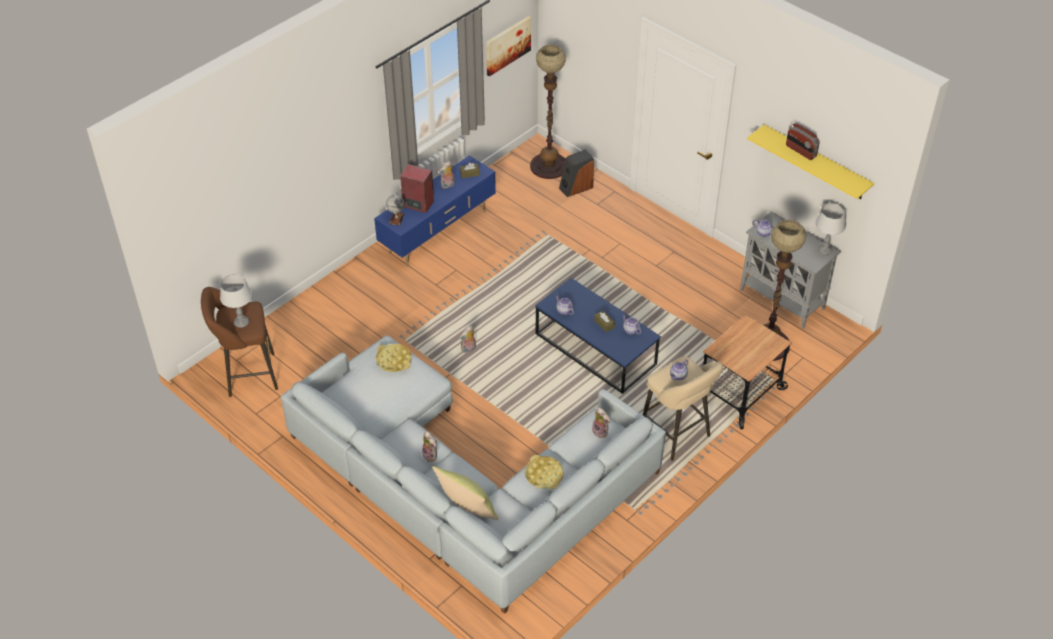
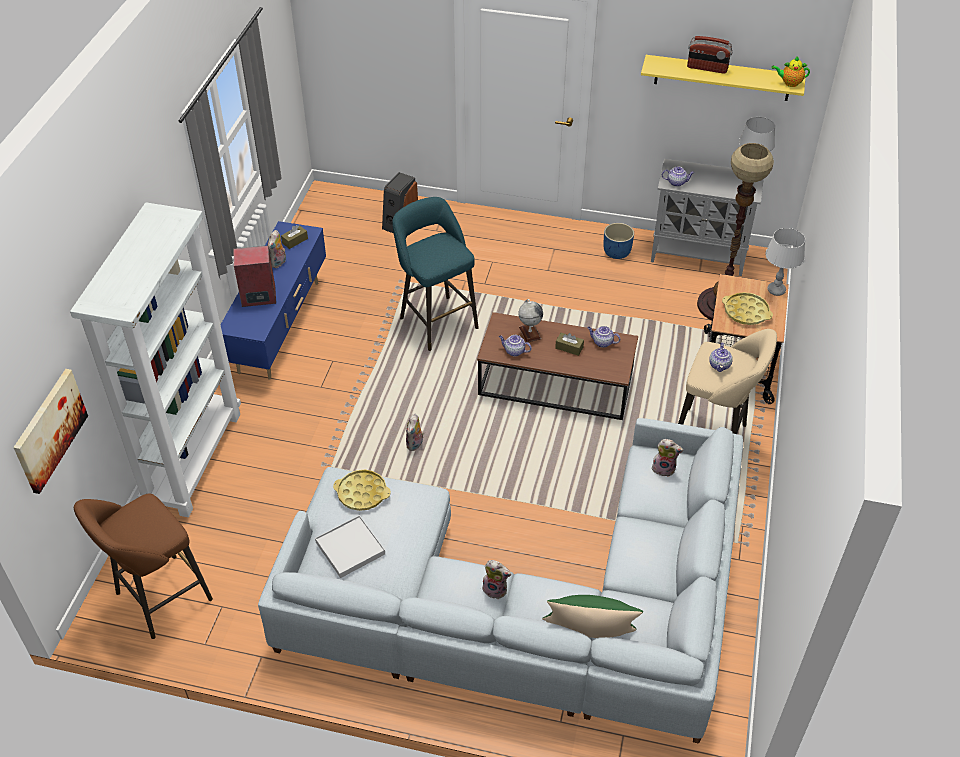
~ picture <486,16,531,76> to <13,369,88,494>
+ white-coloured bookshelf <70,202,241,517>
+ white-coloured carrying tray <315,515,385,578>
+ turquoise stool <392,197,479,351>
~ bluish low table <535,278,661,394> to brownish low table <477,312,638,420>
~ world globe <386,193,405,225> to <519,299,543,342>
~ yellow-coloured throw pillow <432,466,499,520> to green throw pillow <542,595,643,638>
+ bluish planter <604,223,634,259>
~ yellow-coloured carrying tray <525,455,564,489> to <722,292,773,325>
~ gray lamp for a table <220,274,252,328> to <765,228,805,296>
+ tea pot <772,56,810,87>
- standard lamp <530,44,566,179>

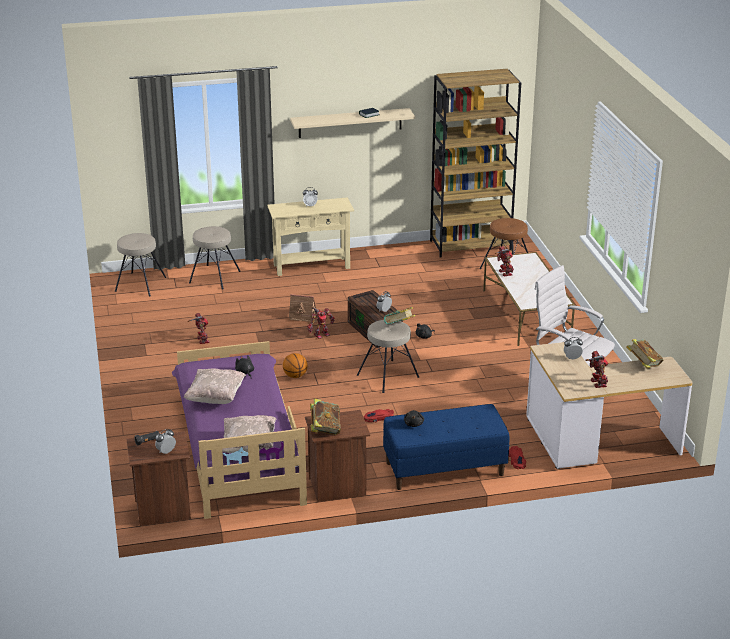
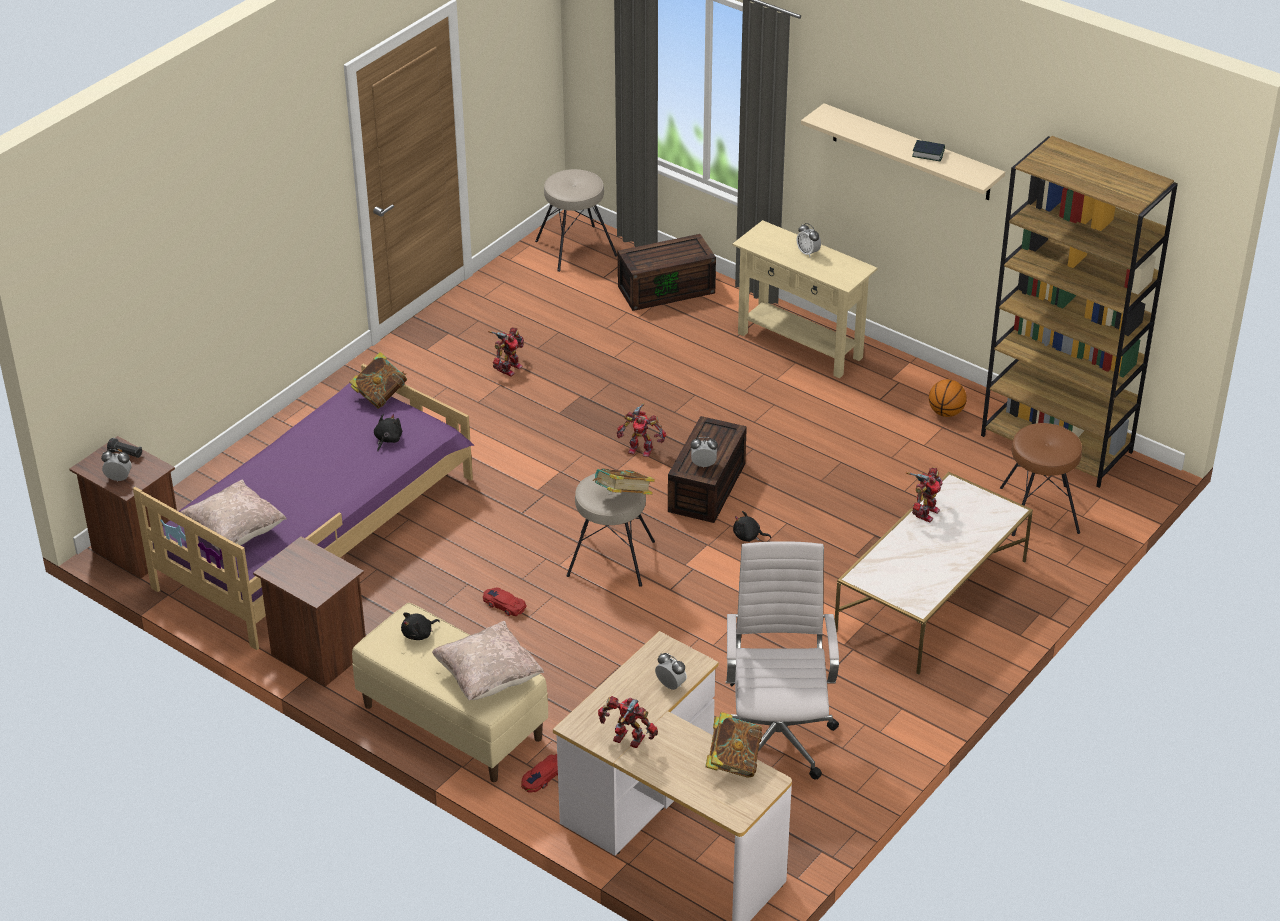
~ volume <310,398,341,435> to <349,352,407,409>
~ bluish indoor bench <383,404,510,490> to beige indoor bench <352,603,548,782>
~ beige throw pillow <184,368,246,404> to <432,621,544,700>
~ robot figure <585,351,608,388> = <598,696,658,748> 105 degrees counterclockwise
~ beige stool <189,226,241,289> to brownish storage container <618,234,716,311>
~ basketball <283,353,308,378> to <929,379,967,417>
- toy house <289,294,318,322>

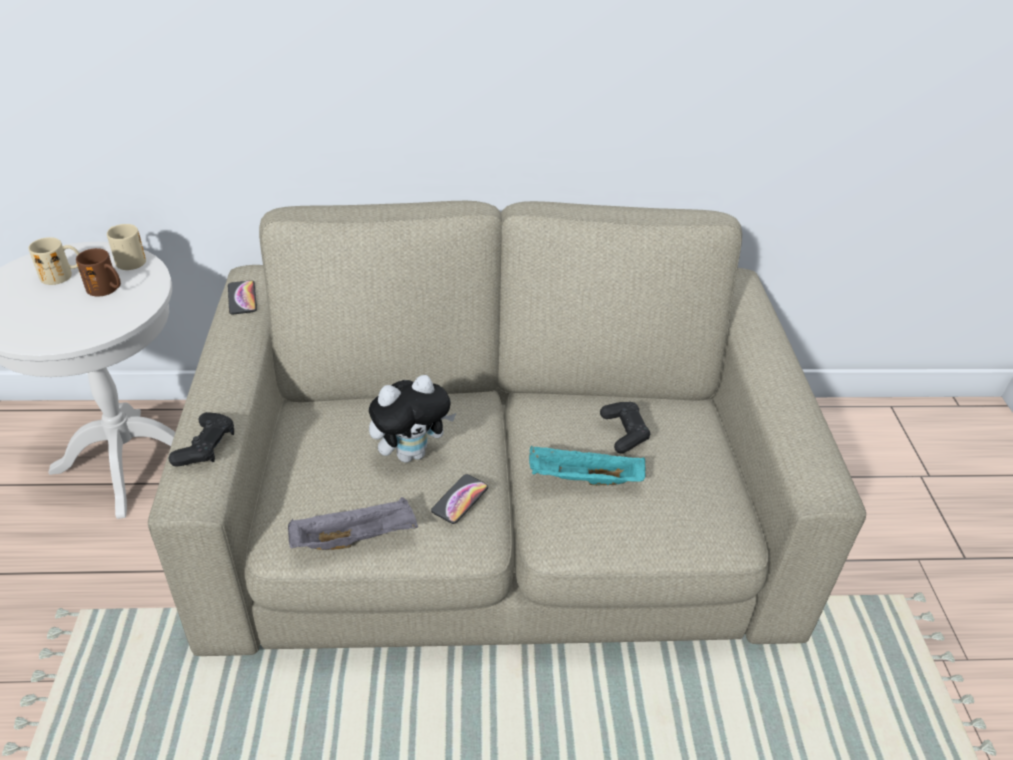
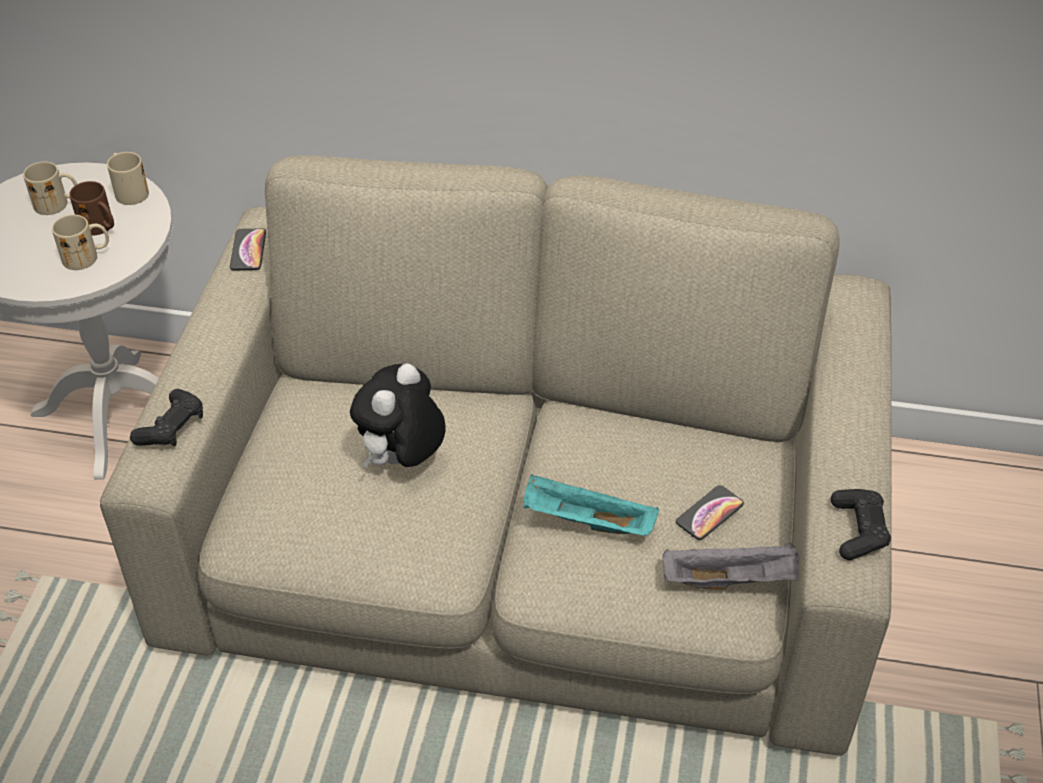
+ beige coffee mug <52,215,109,270>
~ plush toy <369,375,456,463> = <350,363,446,468> 135 degrees clockwise
~ gray carrying tray <288,497,418,550> to <663,542,799,590>
~ telephone <431,474,488,524> to <676,485,744,540>
~ black game controller <600,402,650,454> to <831,489,891,560>

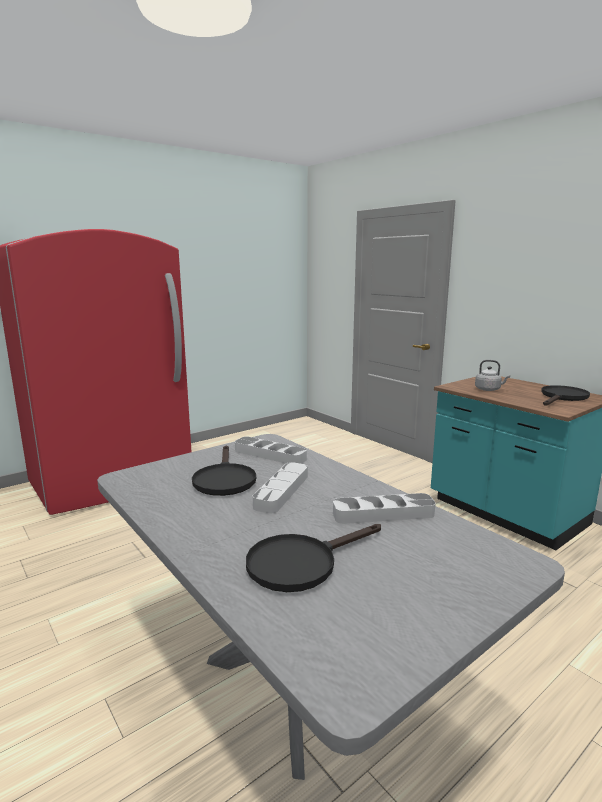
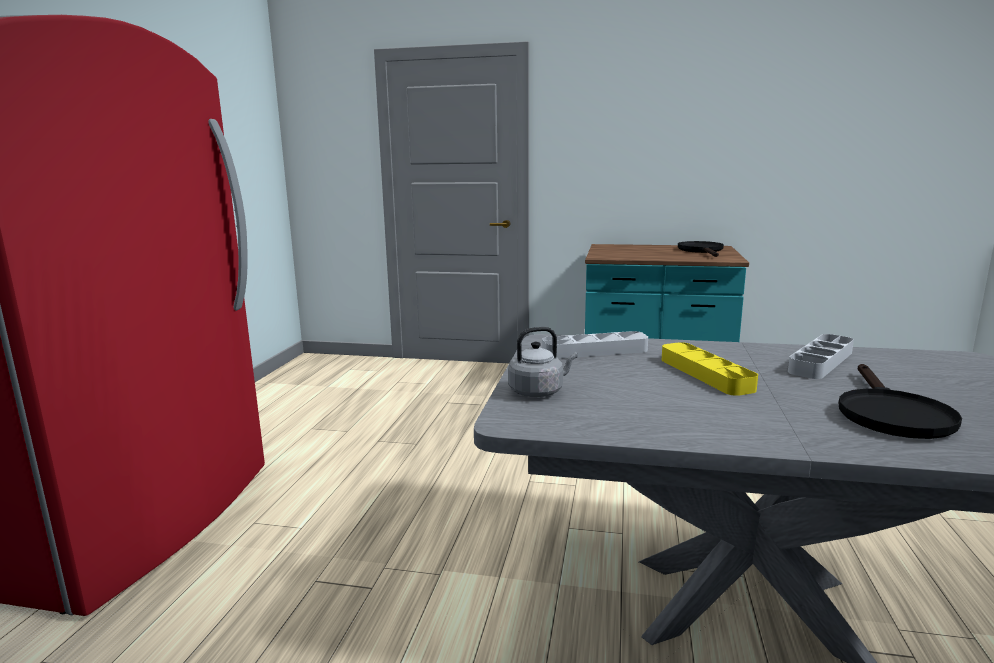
~ gray tea kettle <475,360,510,391> to <508,327,578,397>
~ gray carrying tray <253,462,308,513> to yellow-coloured carrying tray <662,342,758,396>
- black frying pan <192,446,256,496>

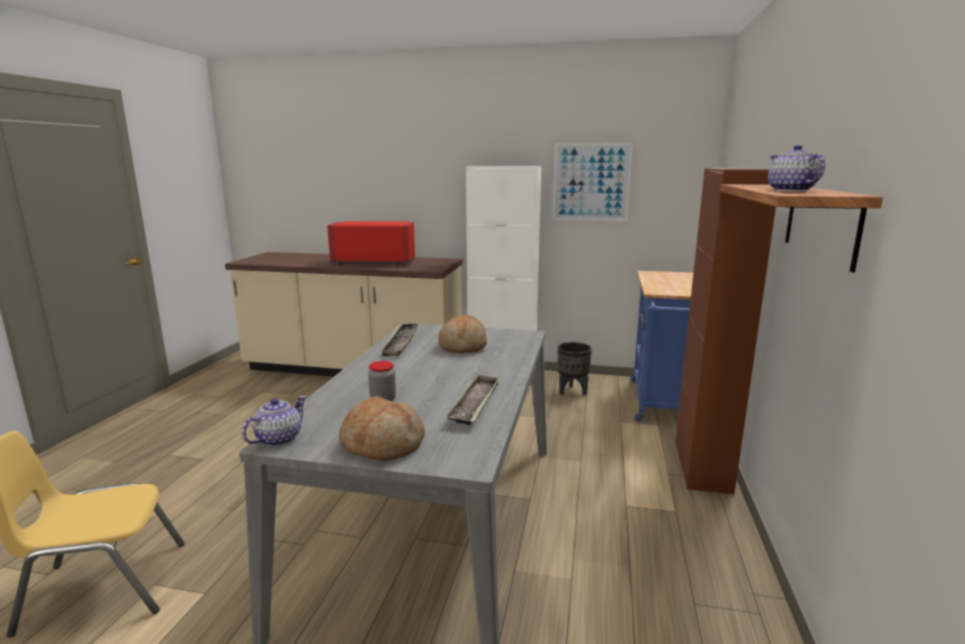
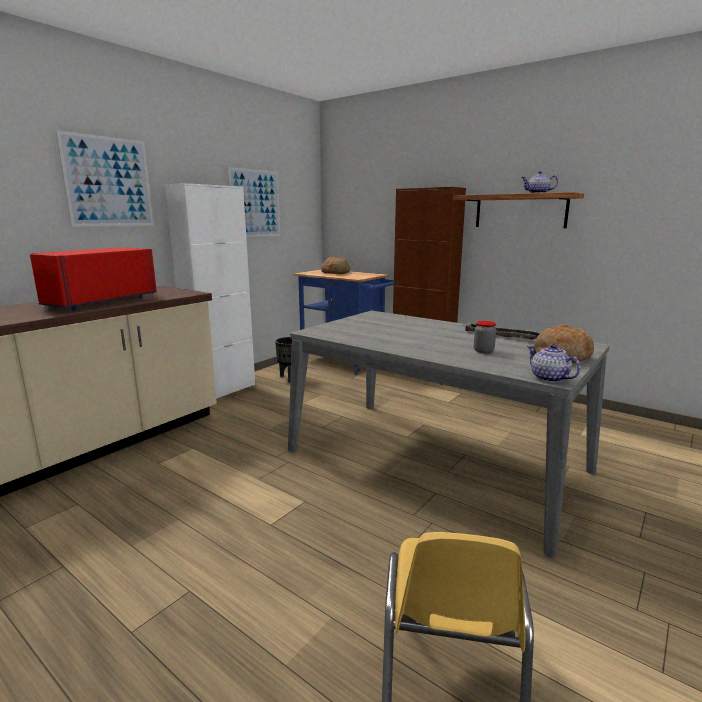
+ picture <55,130,154,227>
~ bakery bread <438,315,487,353> to <321,257,350,274>
- carrying tray <380,323,419,357>

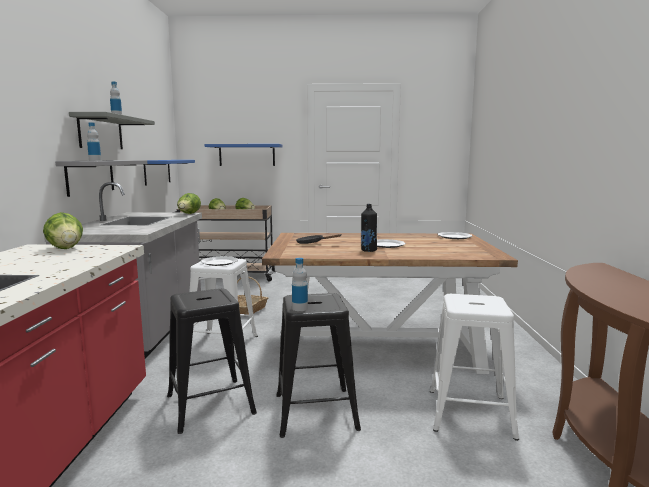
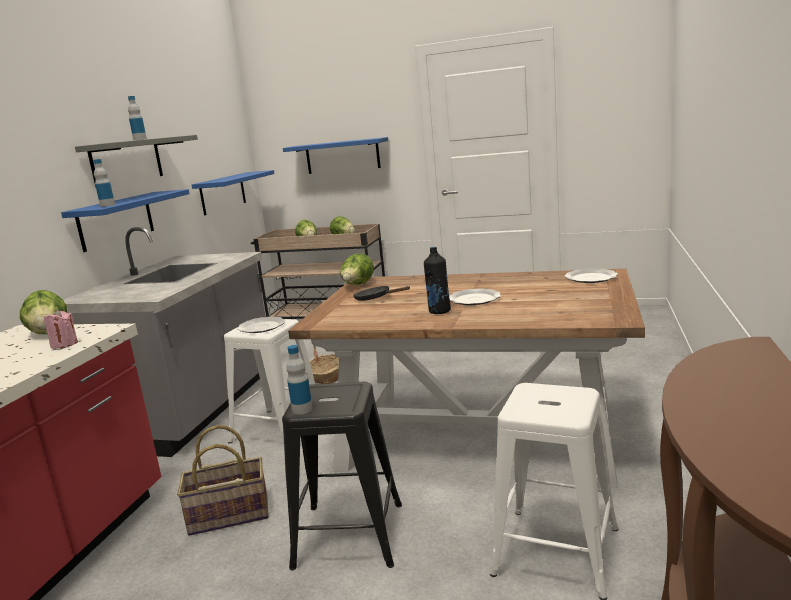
+ pink wax light <44,309,78,349>
~ gray bracket shelf <55,160,147,197> to bluish bracket shelf <61,189,190,252>
~ black stool <167,288,257,434> to storage basket <177,425,269,536>
~ head of lettuce <177,193,201,214> to <340,253,374,285>

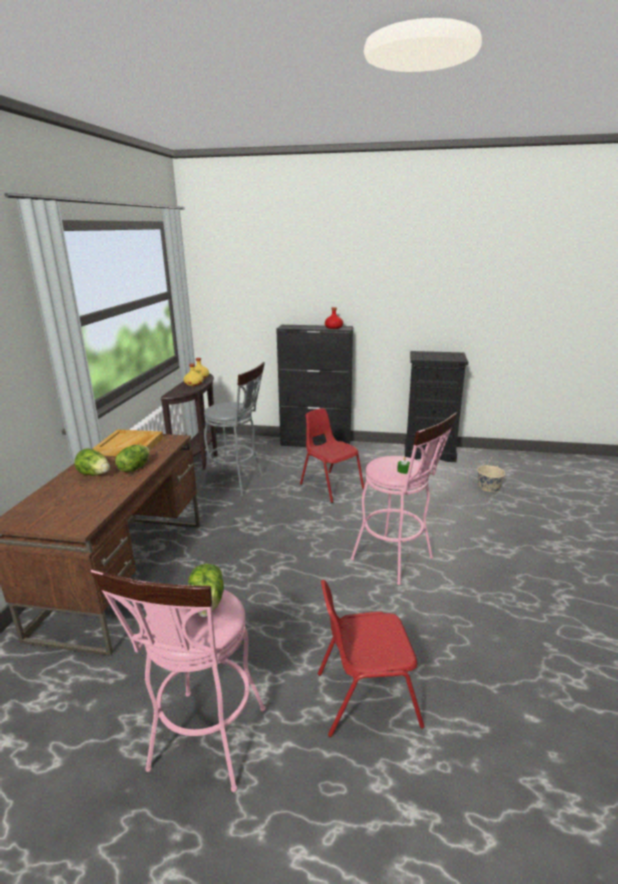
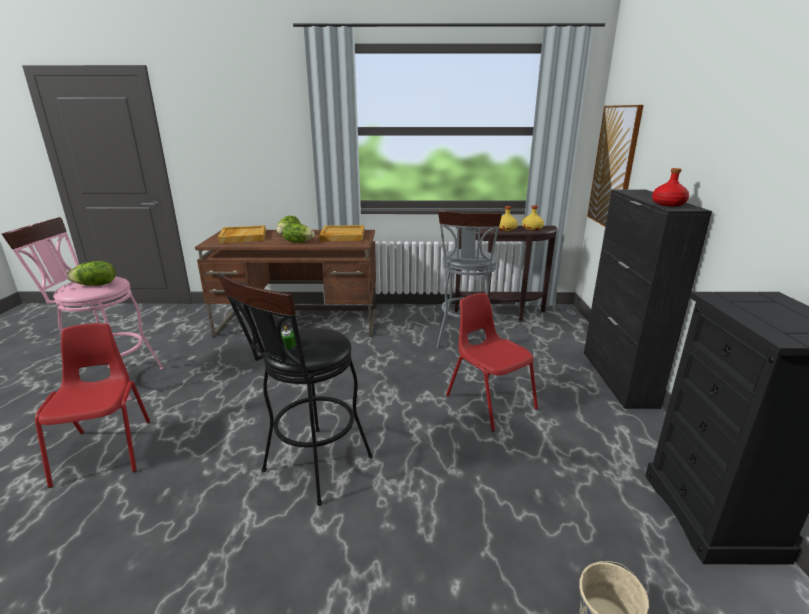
~ pink stool <351,412,457,585> to black stool <217,273,373,506>
+ beige carrying tray <218,225,266,243>
~ reddish upright chair <300,408,364,503> = <446,293,538,432> 75 degrees counterclockwise
+ picture <587,105,644,227>

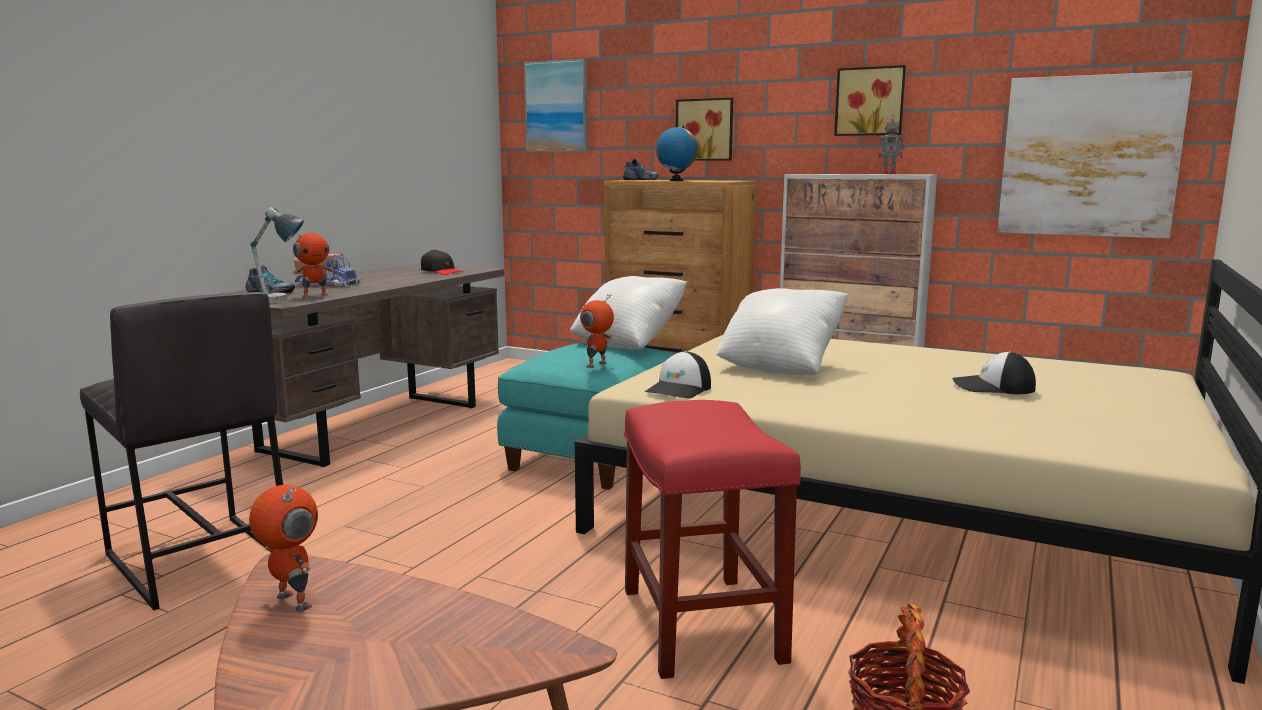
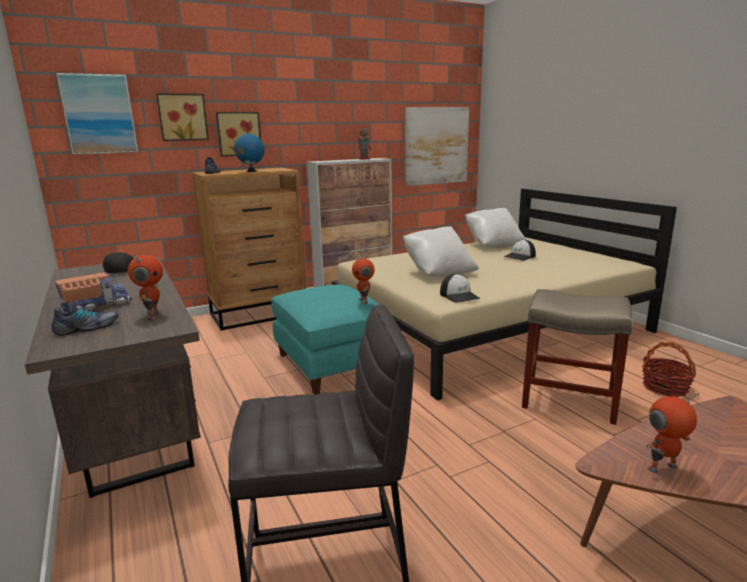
~ picture <834,65,906,136> to <156,93,209,141>
~ white-coloured throw pillow <570,276,687,350> to <465,208,526,248>
~ reddish stool <624,400,801,679> to beige stool <522,289,633,425>
- lamp for a table <251,207,304,303>

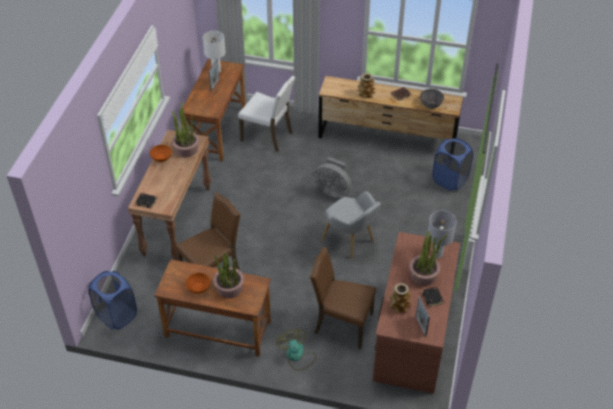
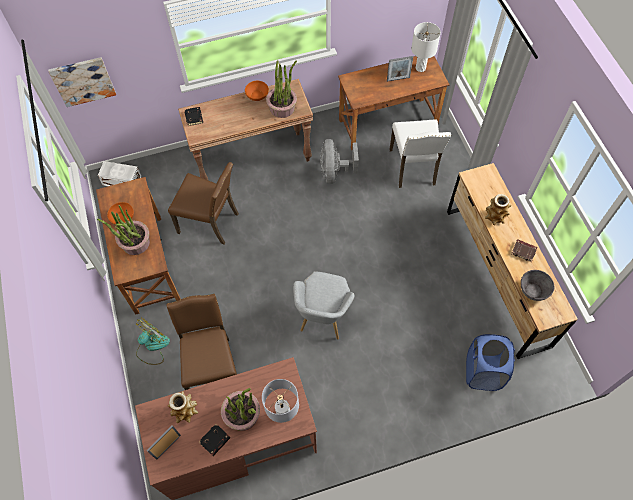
+ picture <48,57,116,107>
~ bluish washing basket <89,271,137,329> to white-coloured storage container <98,161,142,186>
~ gray cooling fan <314,157,351,198> to <320,139,359,184>

